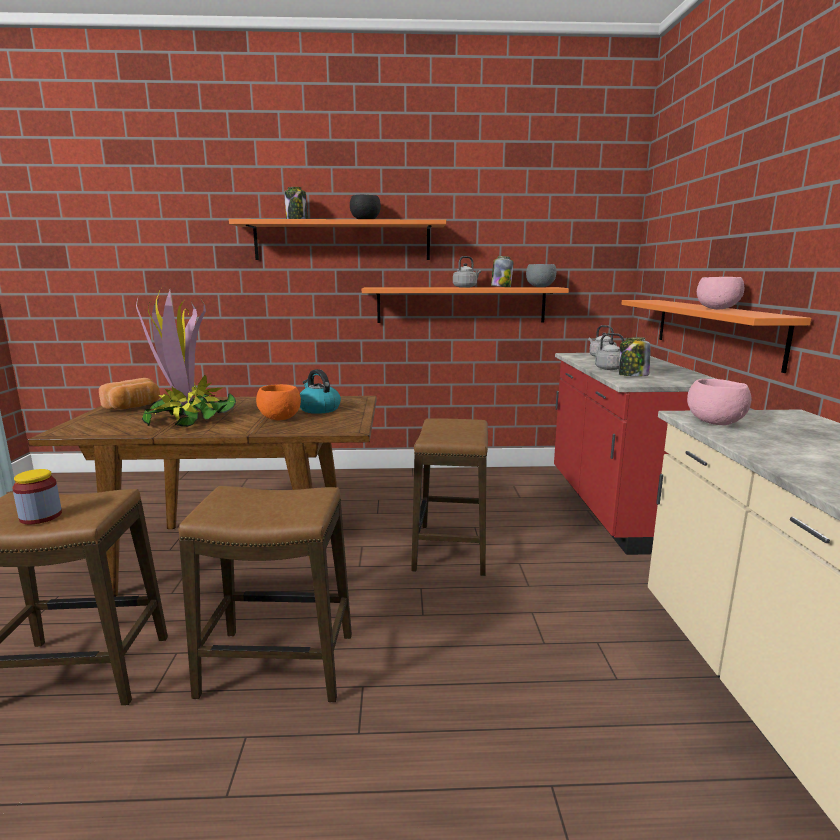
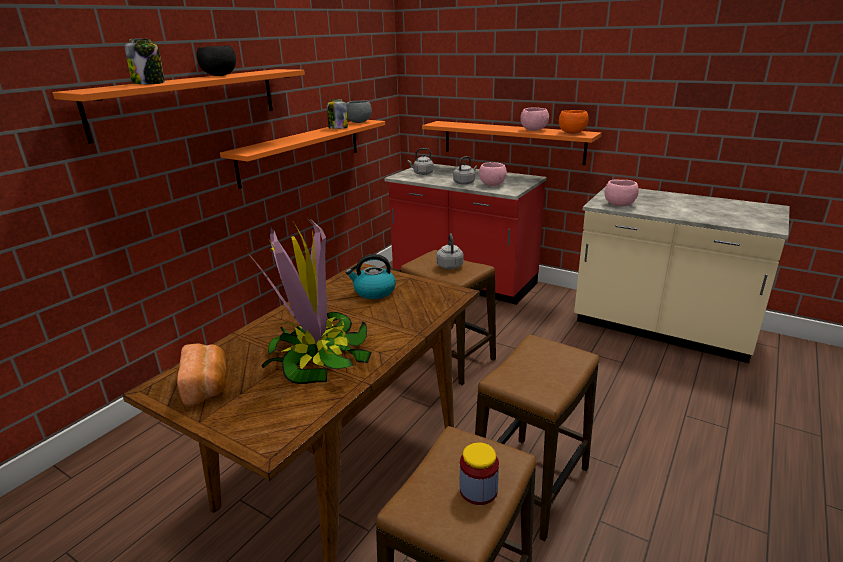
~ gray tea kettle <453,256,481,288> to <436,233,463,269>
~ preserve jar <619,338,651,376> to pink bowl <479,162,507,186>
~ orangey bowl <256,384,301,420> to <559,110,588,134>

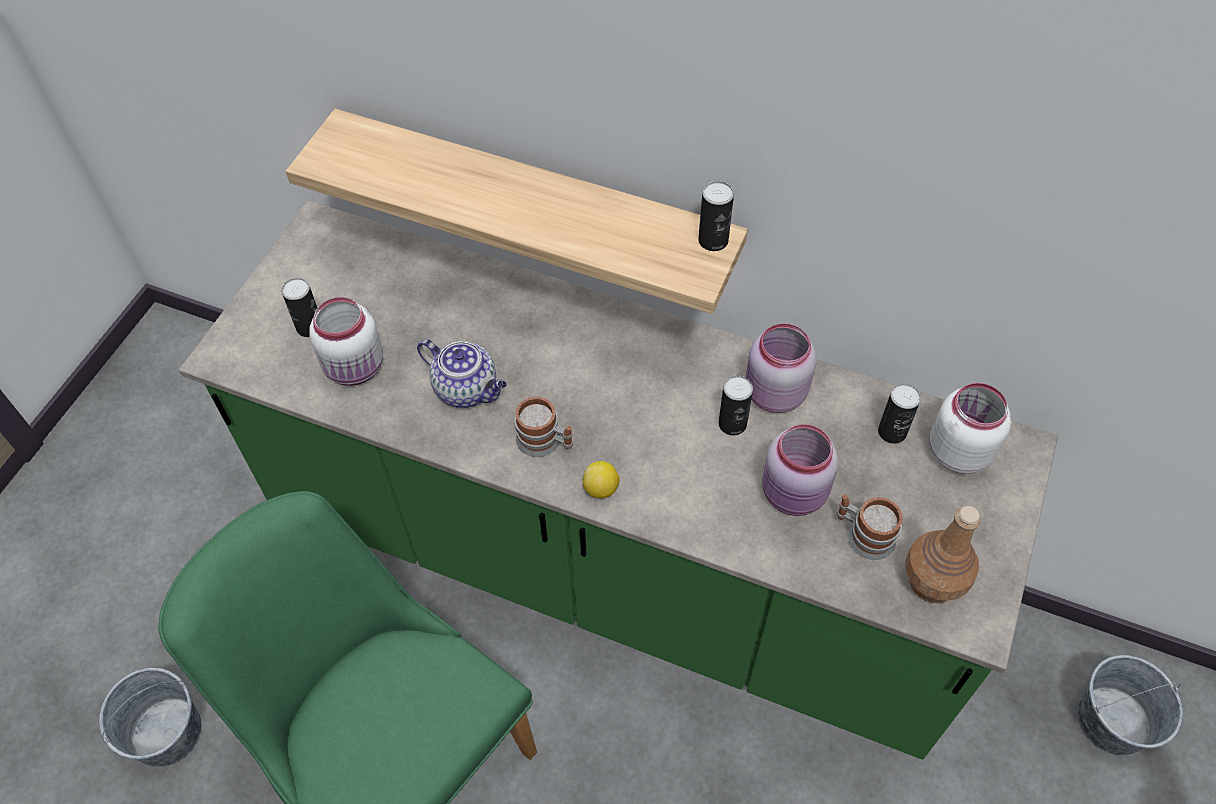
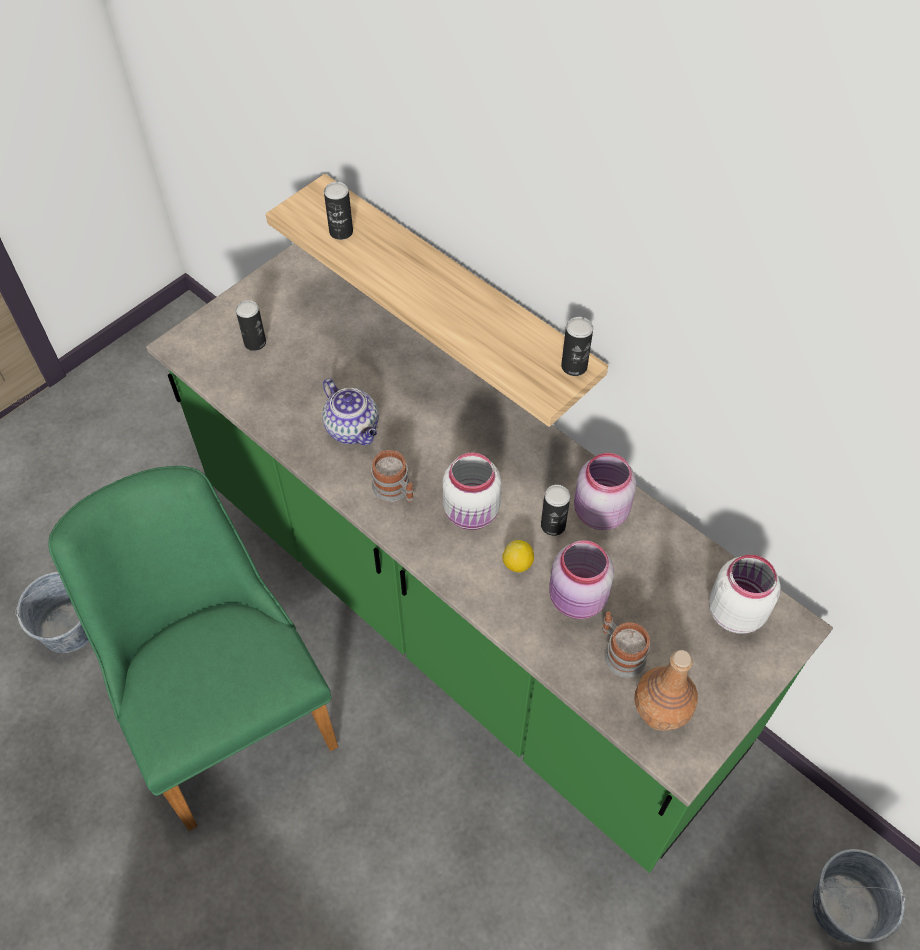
~ metal can <878,384,921,444> to <324,182,353,240>
~ white-coloured preserve jar <309,297,383,386> to <443,452,501,530>
~ citrus fruit <583,461,619,498> to <502,540,534,573>

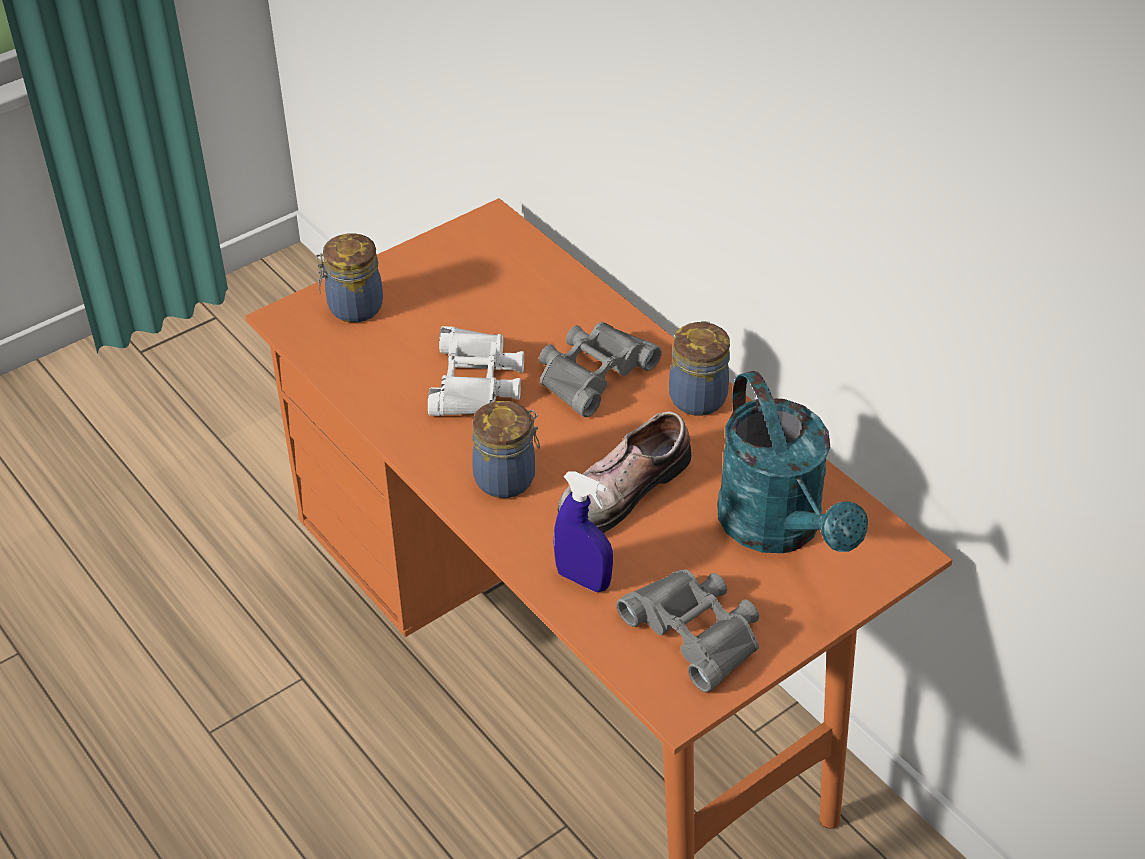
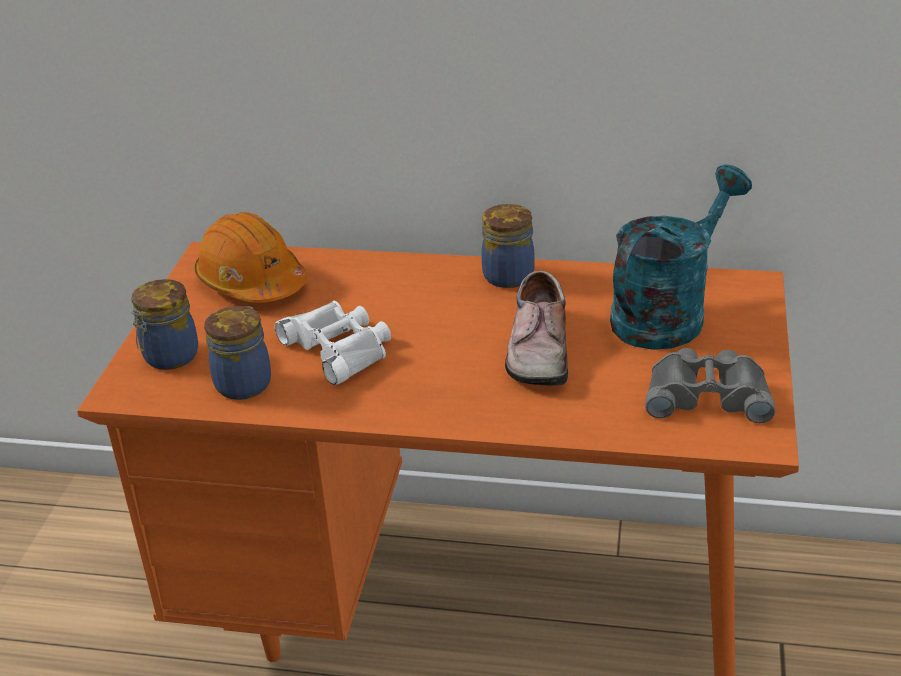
+ orangey safety helmet <194,212,308,303>
~ preserve jar <472,401,540,498> to <204,306,271,400>
~ turquoise watering pot <717,371,868,553> = <610,165,752,350> 75 degrees counterclockwise
- gray pair of binoculars <539,322,662,417>
- bluish sprayer <554,471,613,592>

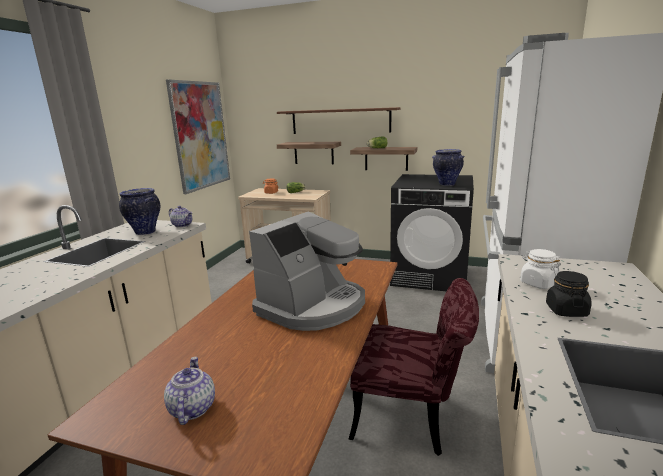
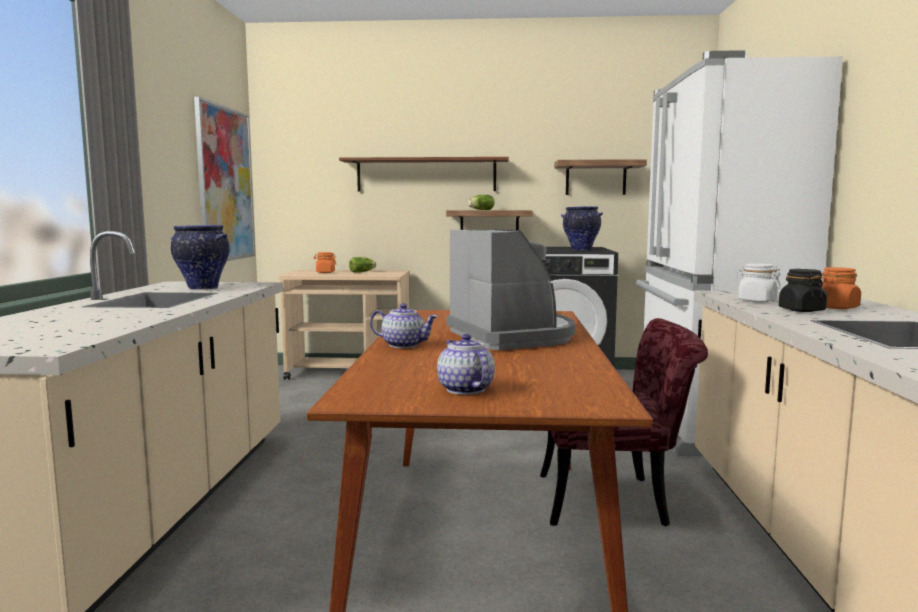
~ tea pot <169,206,193,228> to <370,303,438,348>
~ coffee machine <249,211,365,331> = <446,229,575,350> 45 degrees counterclockwise
~ bracket shelf <277,142,341,164> to <554,159,647,195>
+ orangey preserve jar <820,267,861,309>

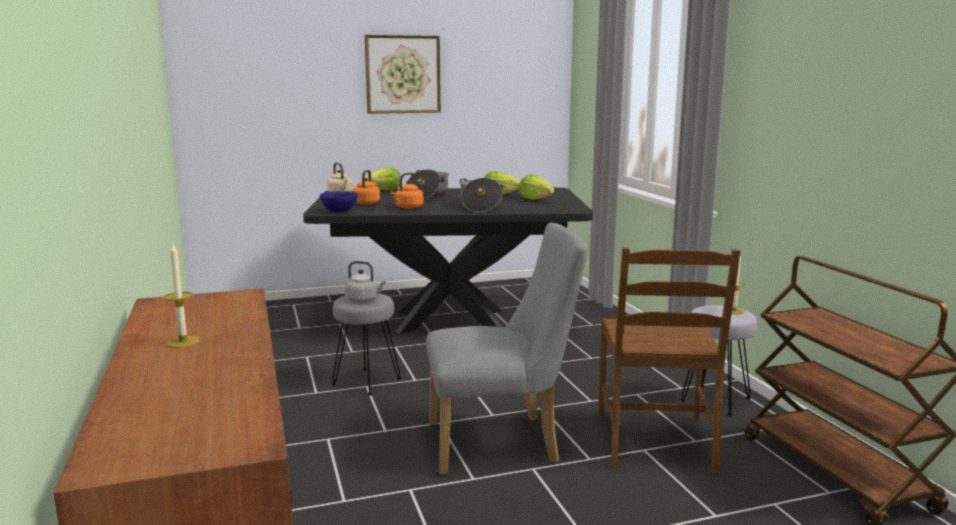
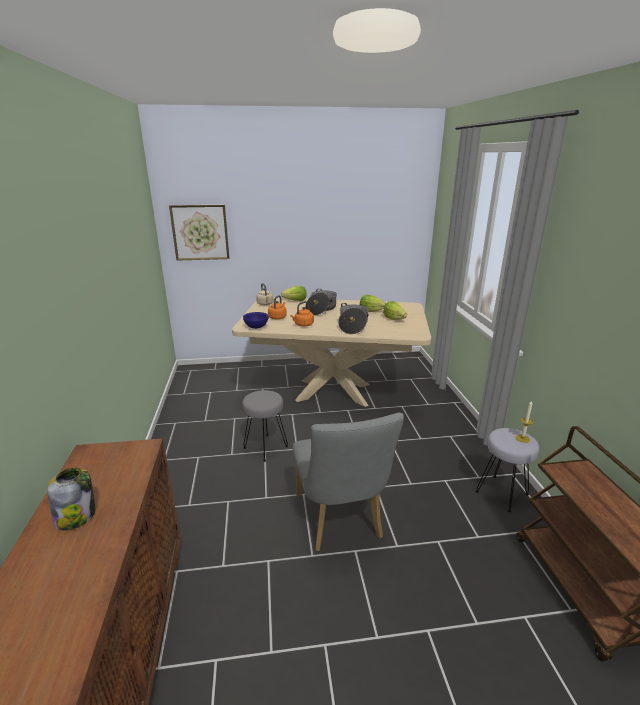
~ wax light <164,242,200,348> to preserve jar <47,468,96,530>
~ picture <365,35,441,114> to <169,205,229,261>
~ black dinner table <303,188,593,334> to beige dinner table <232,297,431,407>
~ gray upright chair <426,223,588,475> = <293,413,404,551> 75 degrees clockwise
- gray tea kettle <345,261,386,303>
- brownish upright chair <598,247,741,473>

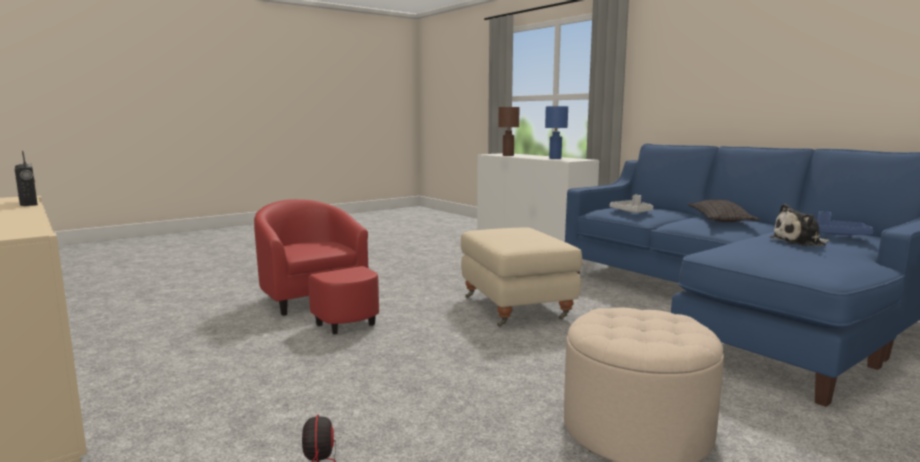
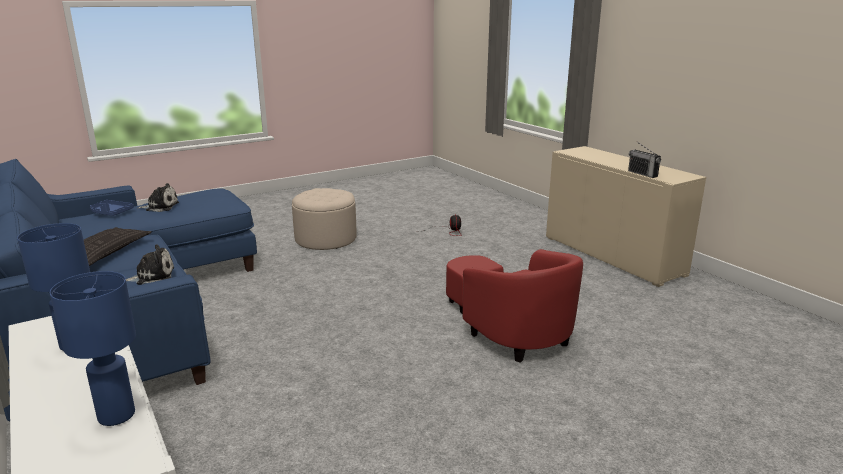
~ brownish lamp for a table <498,107,520,156> to bluish lamp for a table <50,271,136,426>
~ gray carrying tray <610,195,653,213> to plush toy <126,244,174,285>
- beige ottoman <461,227,582,327>

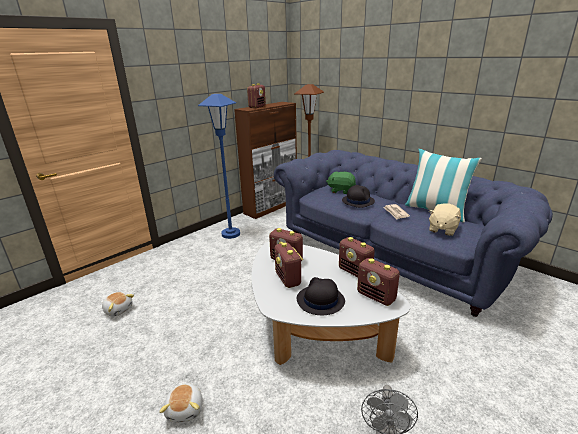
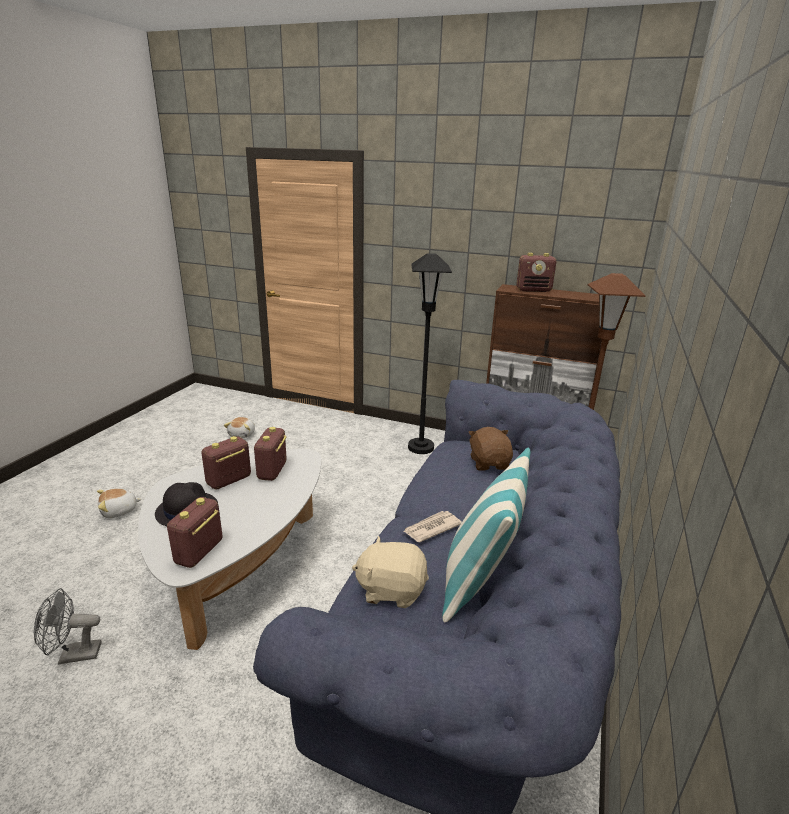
~ bluish standard lamp <198,94,240,239> to black standard lamp <408,253,452,454>
~ green plush toy <326,171,356,194> to brownish plush toy <468,427,513,470>
- radio set <339,237,375,277>
- black clothing hat <342,185,375,208>

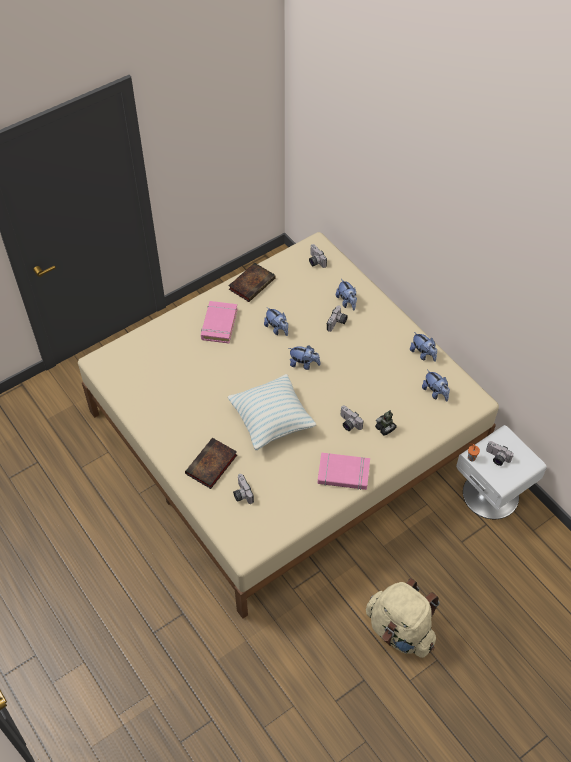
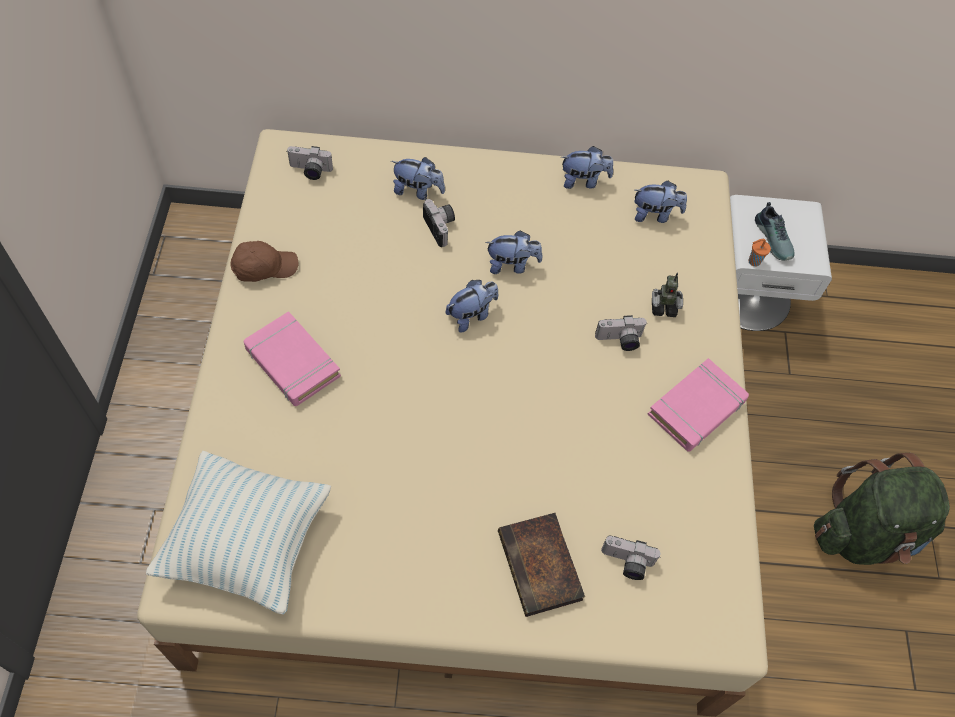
~ throw pillow <227,374,316,450> to <146,451,331,615>
~ volume <228,263,276,302> to brownish baseball cap <230,241,298,282>
~ plush toy <264,307,288,336> to <485,230,542,274>
~ still camera <486,441,514,466> to shoe <755,202,795,261>
~ beige knapsack <366,578,440,658> to green knapsack <814,453,950,565>

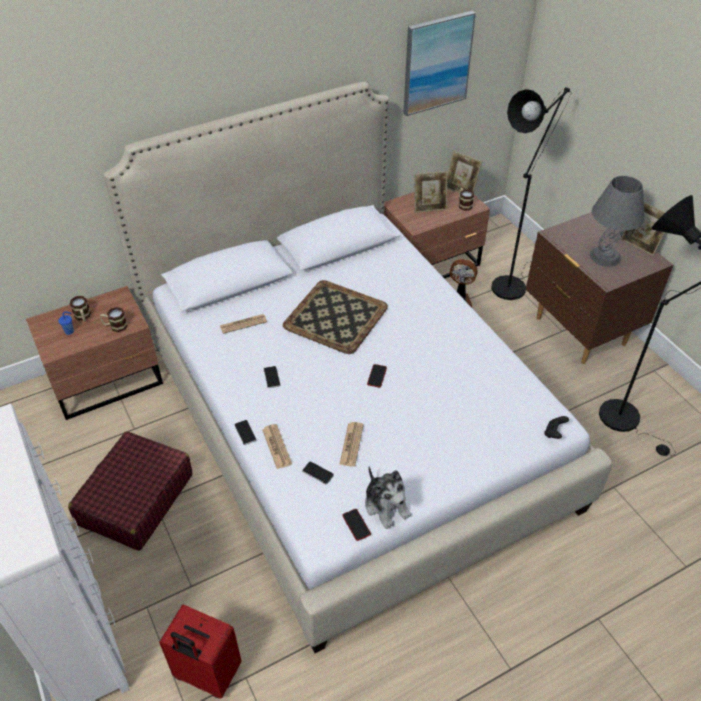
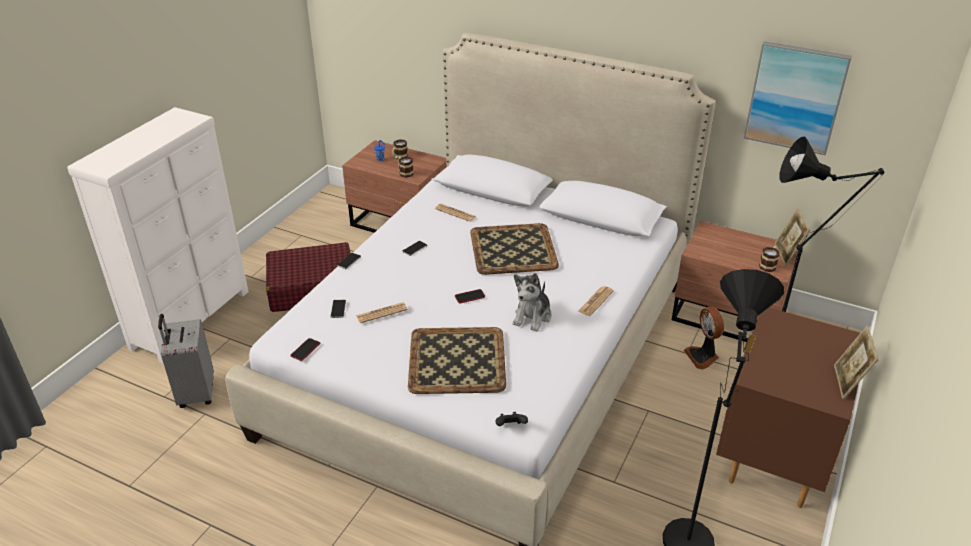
~ reddish piece of luggage <159,605,242,699> to gray piece of luggage <158,314,214,408>
+ carrying tray <408,327,506,394>
~ plush toy <365,466,411,529> to <513,273,552,332>
~ newspaper <262,424,292,469> to <578,286,614,316>
- standing frame <414,171,448,213>
- gray lamp for a table <590,176,645,267>

